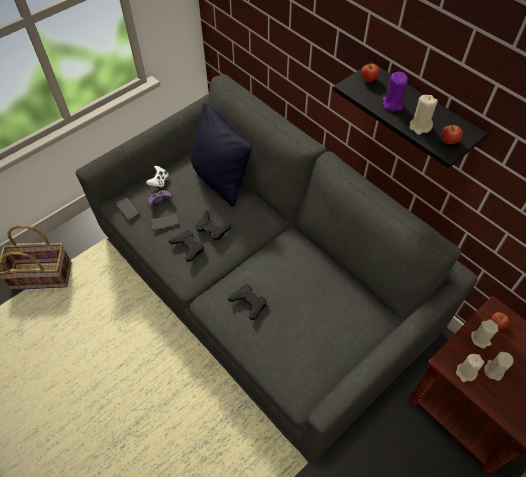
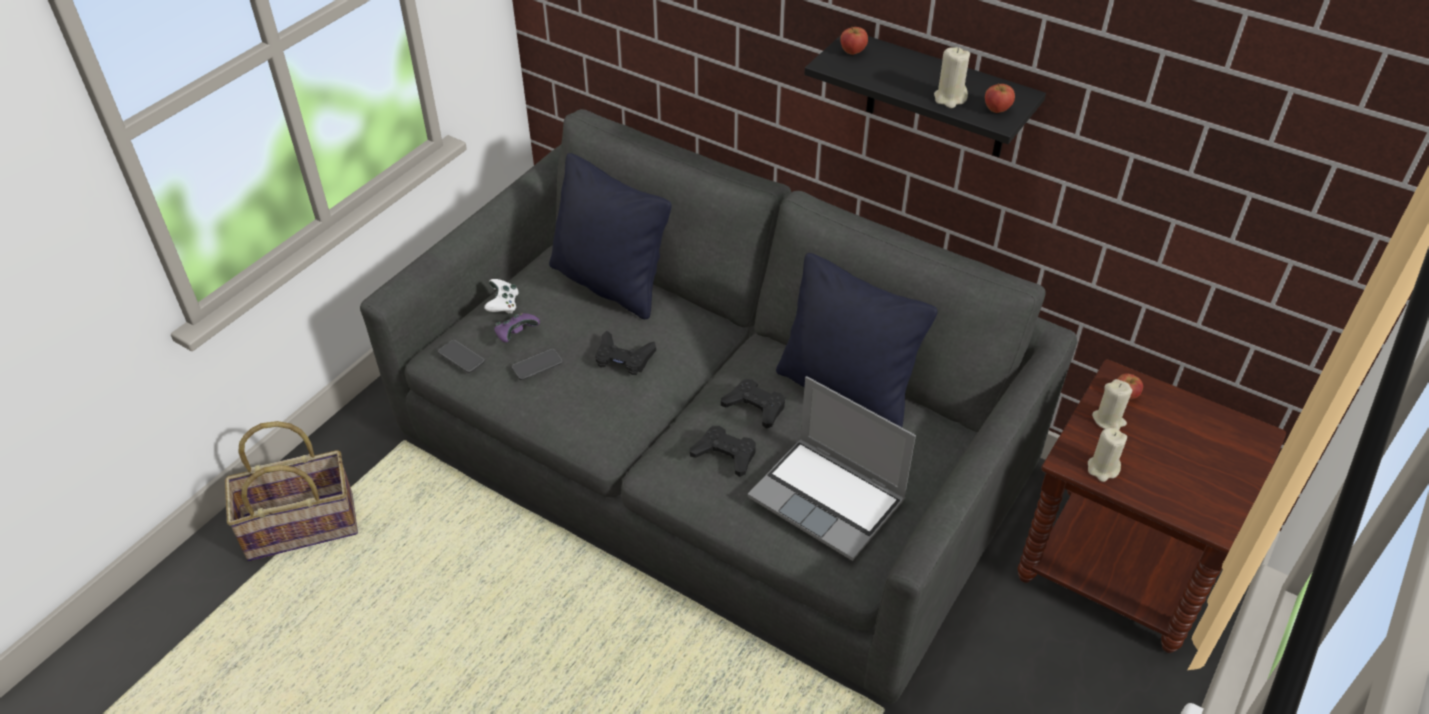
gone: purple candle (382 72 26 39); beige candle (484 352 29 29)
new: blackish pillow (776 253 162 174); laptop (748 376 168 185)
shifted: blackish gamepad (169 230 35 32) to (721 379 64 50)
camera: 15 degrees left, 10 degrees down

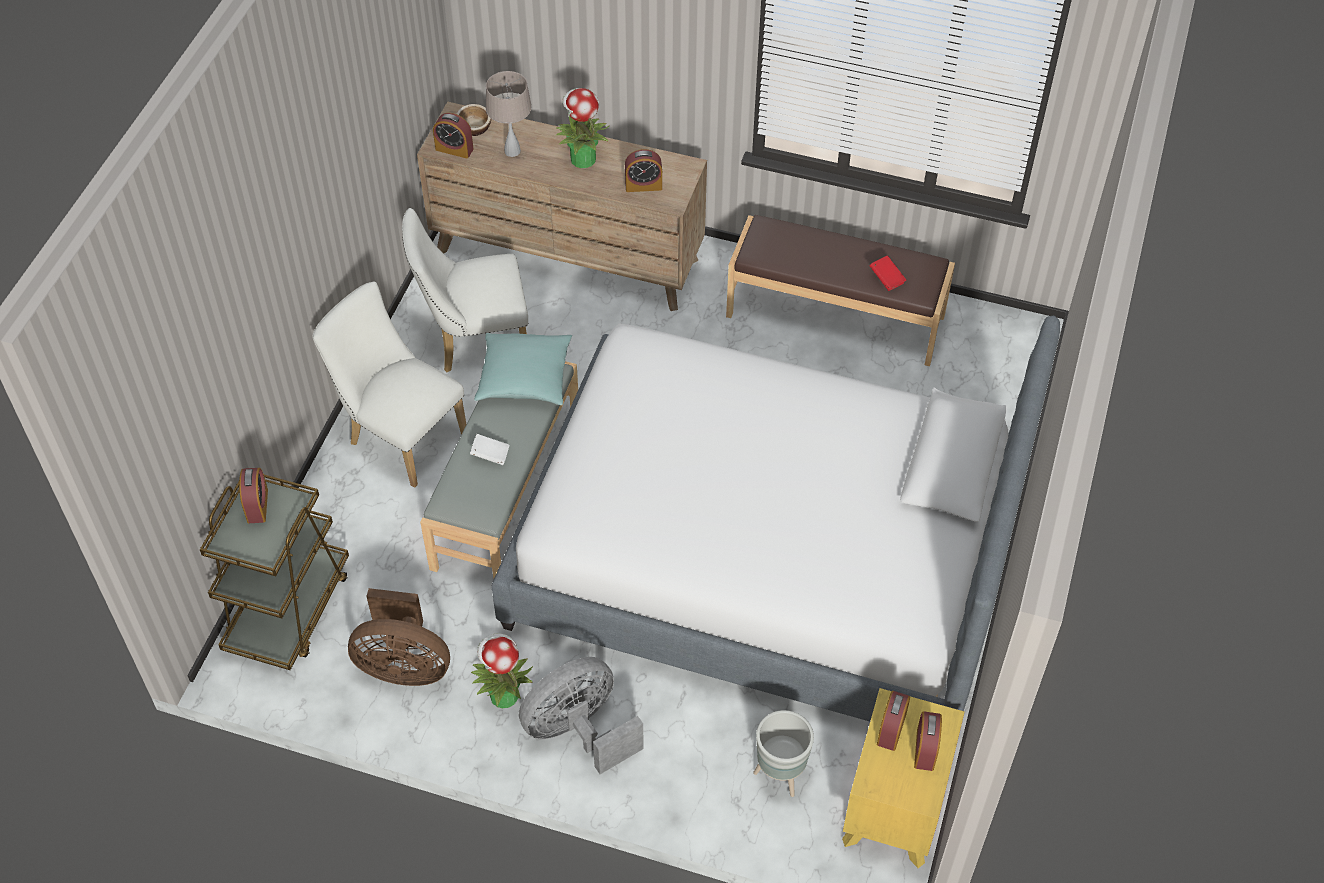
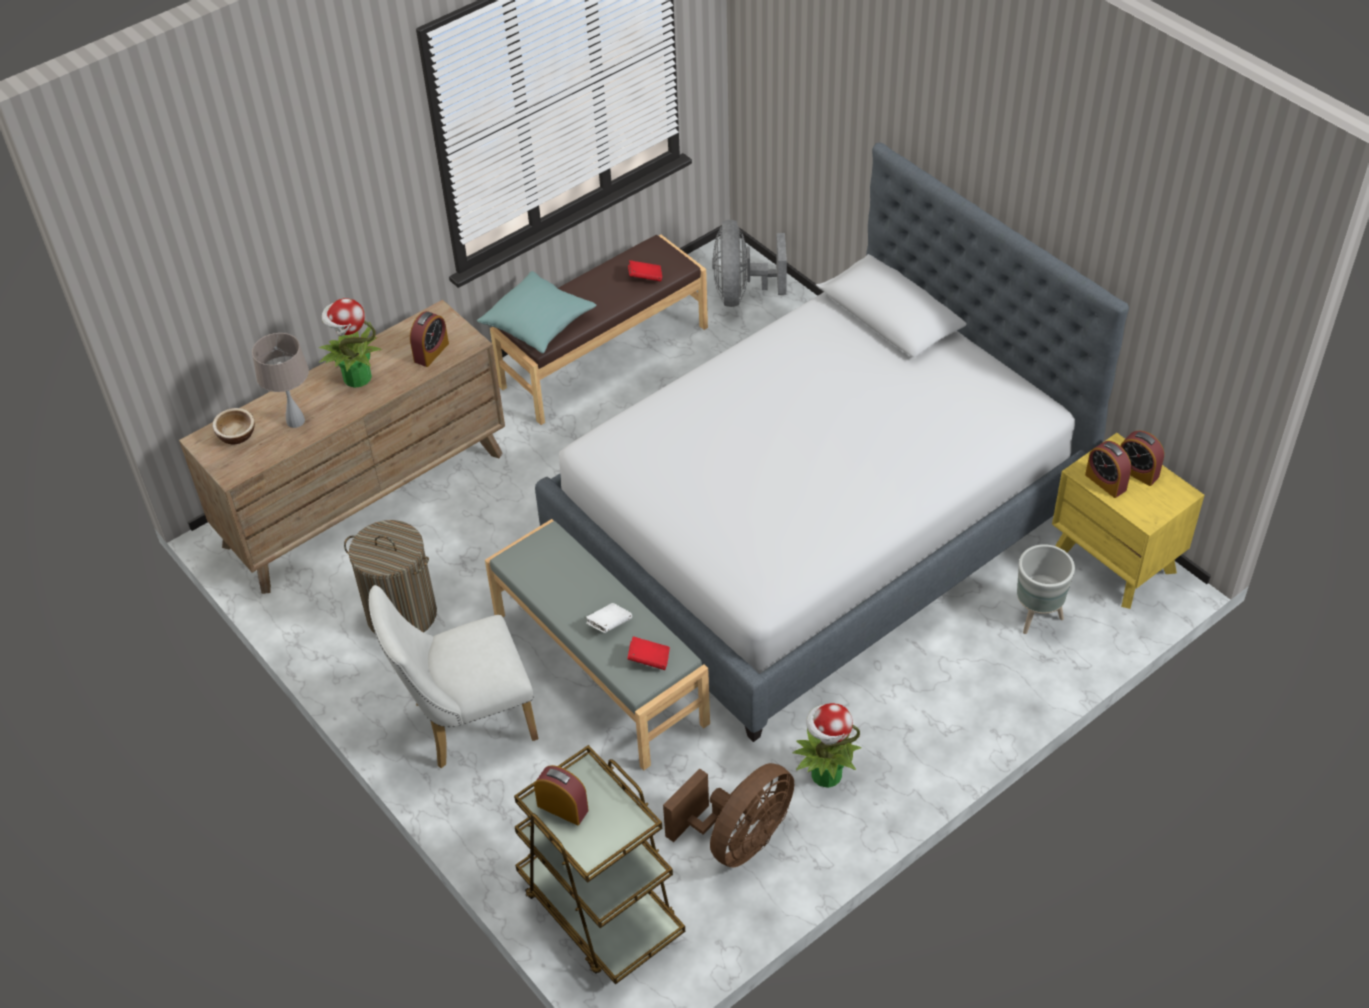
gone: table clock (433 113 40 46)
new: red-coloured book (627 636 43 34)
shifted: blue-green pillow (474 333 98 72) to (477 271 120 82); gray cooling fan (519 657 125 117) to (712 220 75 87)
swapped: white upright chair (402 208 126 164) to hamper (344 520 93 114)
camera: 55 degrees left, 5 degrees down

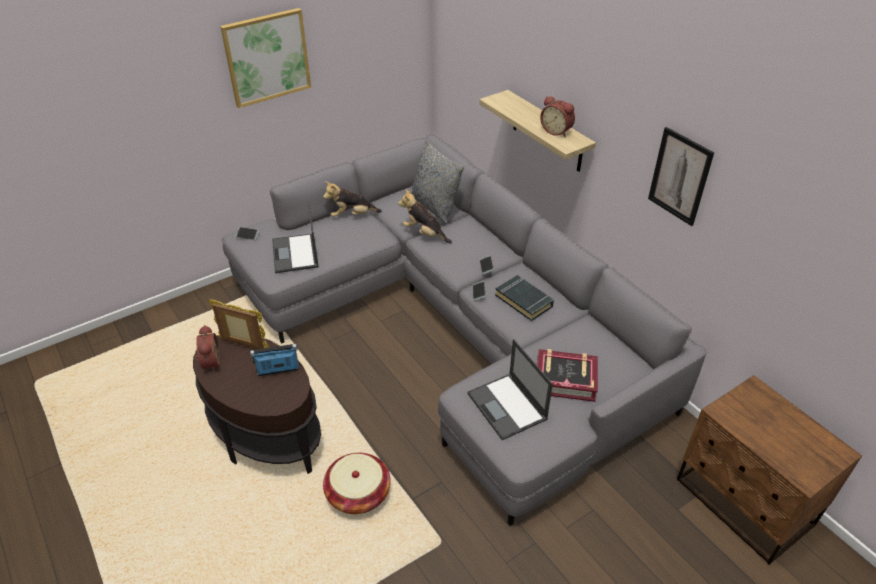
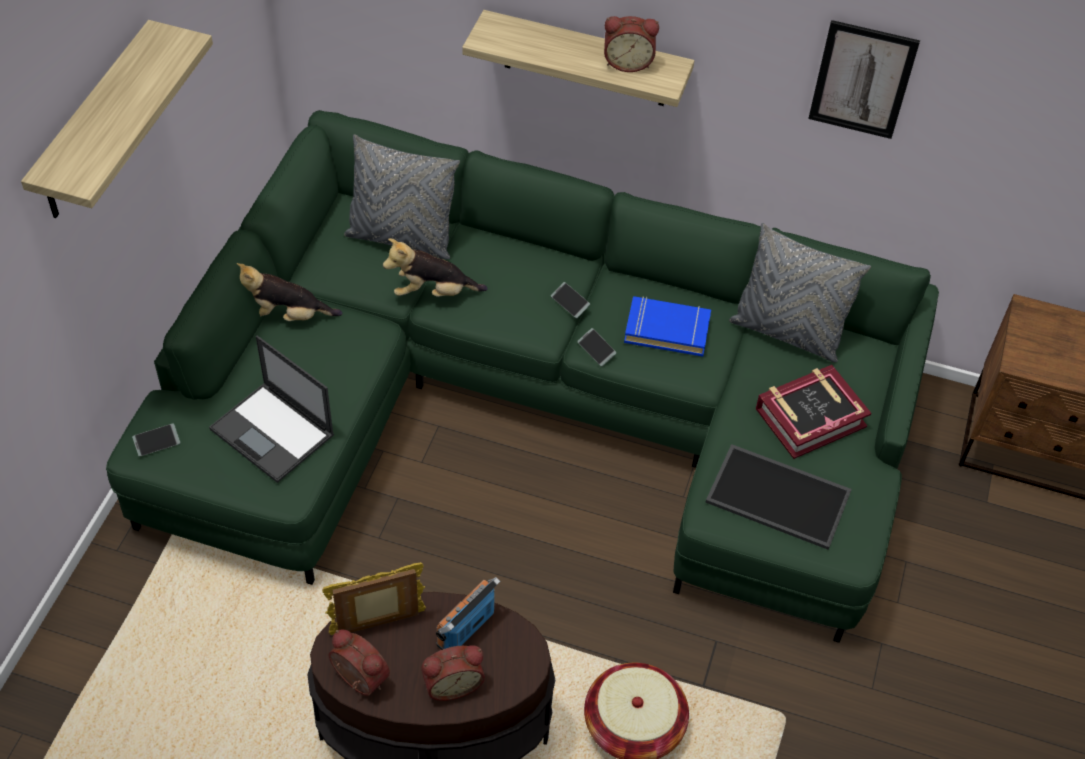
new: gray pillow (729 223 142 140); table clock (421 645 64 56)
swapped: picture (220 8 91 100) to bracket shelf (21 20 192 198); laptop (467 339 86 101) to carrying tray (706 444 146 106)
repainted: gray sofa (222 134 485 392) to greenish sofa (106 110 833 533); blackish book (495 275 59 46) to blue-coloured book (624 296 87 61)
rotated: plush toy (323 182 59 35) = (237 263 105 58) 45 degrees clockwise
camera: 40 degrees left, 10 degrees up

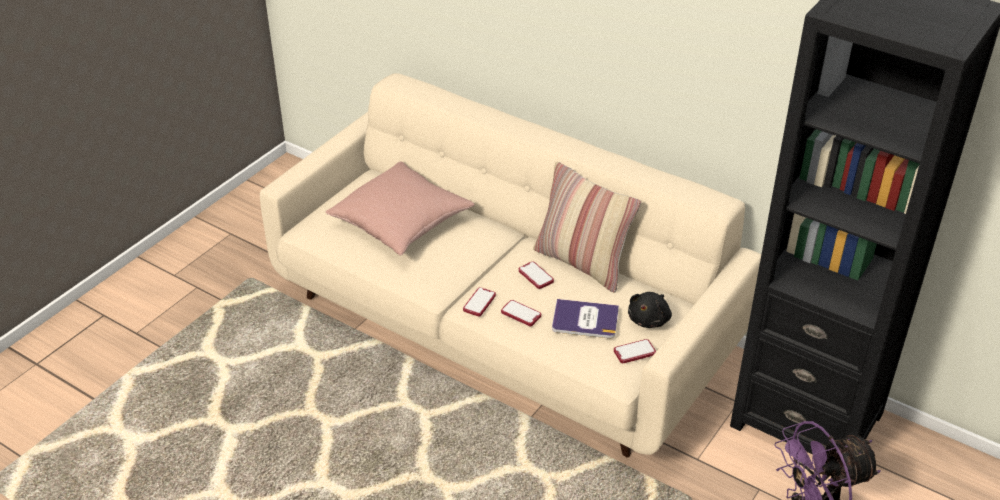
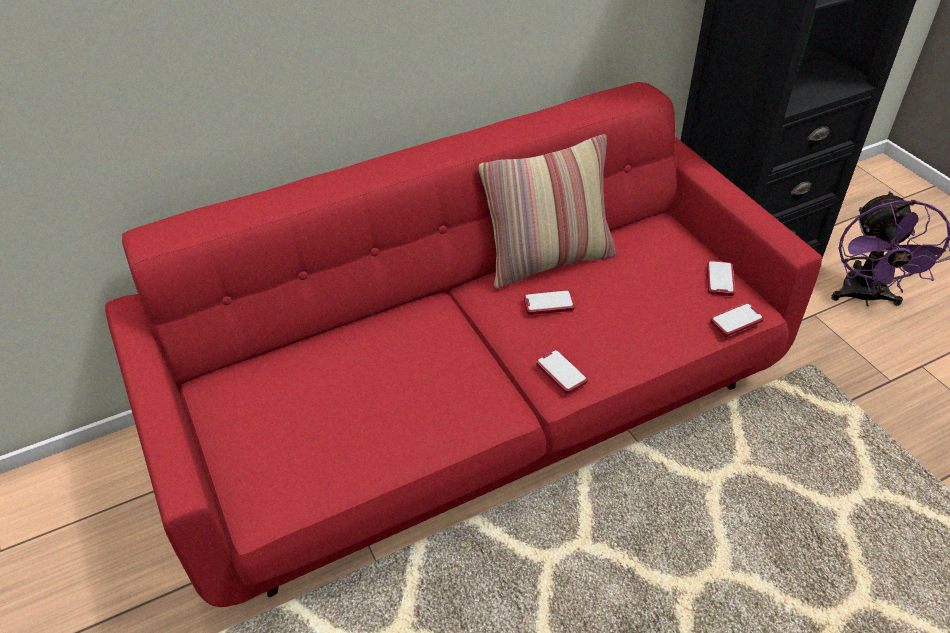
gone: pink-coloured pillow (325 161 150 95); blackish plush toy (628 292 44 36); book (552 299 67 39)
shifted: phone (501 300 40 26) to (710 303 54 34)
repainted: beige sofa (260 73 501 385) to red-coloured sofa (105 82 717 525)
camera: 60 degrees left, 5 degrees up

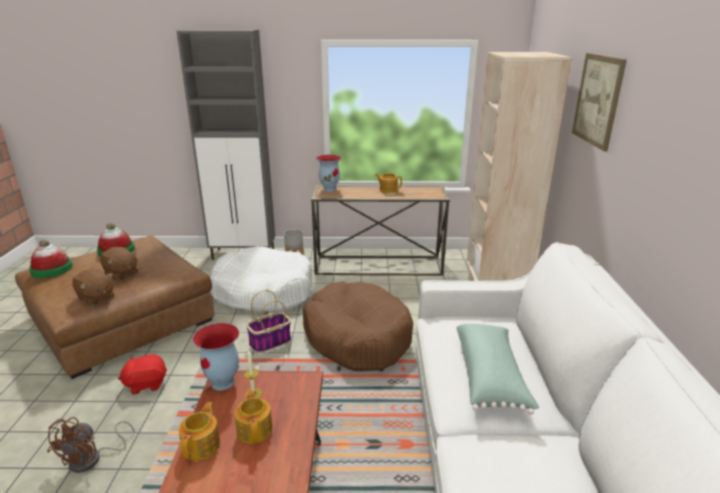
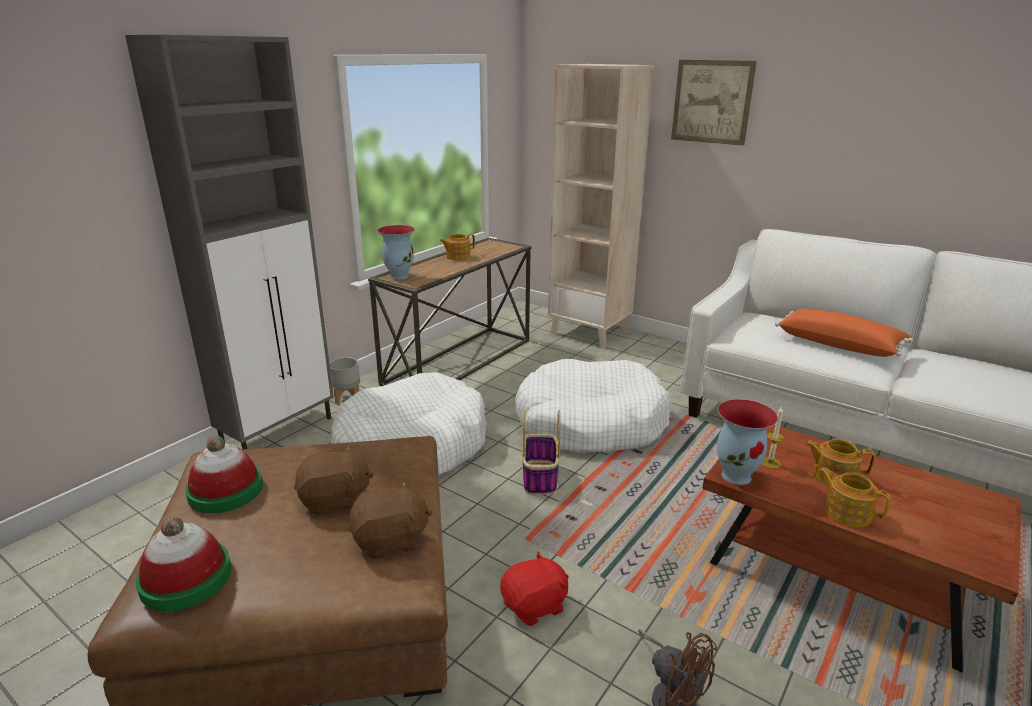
repainted: brown pet bed (303 281 110 90) to white pet bed (515 359 156 95); greenish pillow (456 324 83 90) to orangey pillow (775 308 138 49)
rotated: red-coloured plush toy (118 354 49 41) = (500 551 68 75) 135 degrees counterclockwise
camera: 55 degrees left, 0 degrees up

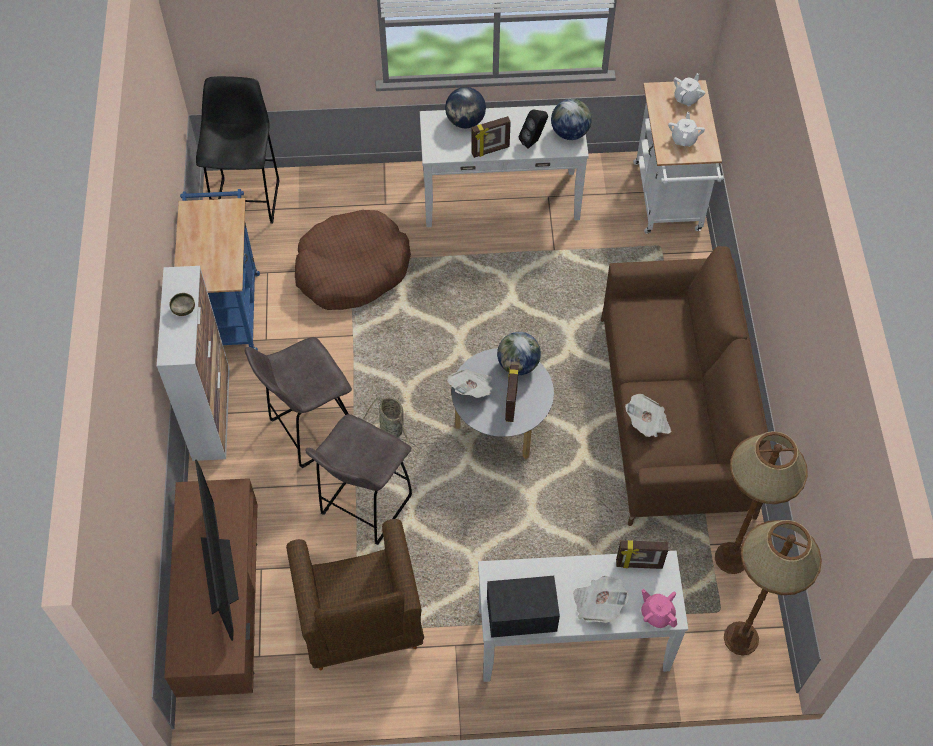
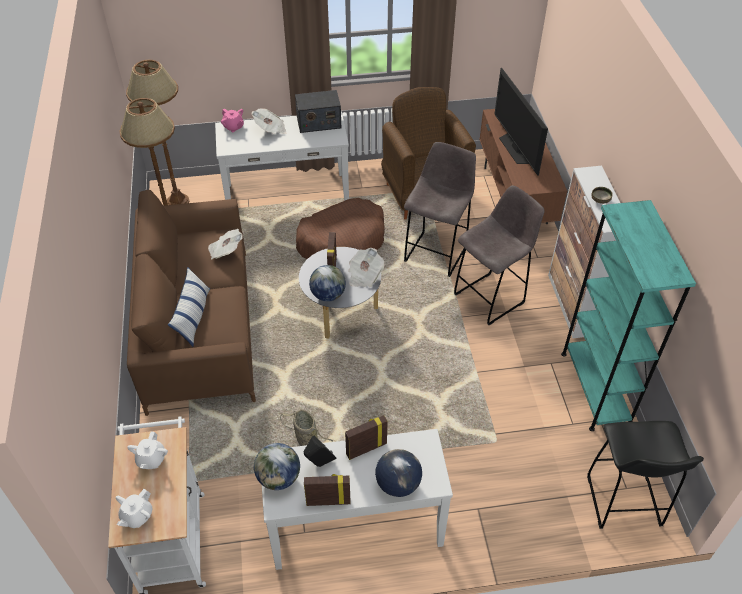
new: pillow (168 267 42 80)
shifted: brown pet bed (295 210 116 100) to (296 198 89 61); basket (363 397 57 57) to (280 409 53 37); picture frame (616 540 52 29) to (304 474 47 32)
swapped: blue-coloured wheeled cart (174 189 86 162) to blue-green bookcase (561 200 135 231)
camera: 175 degrees right, 10 degrees down

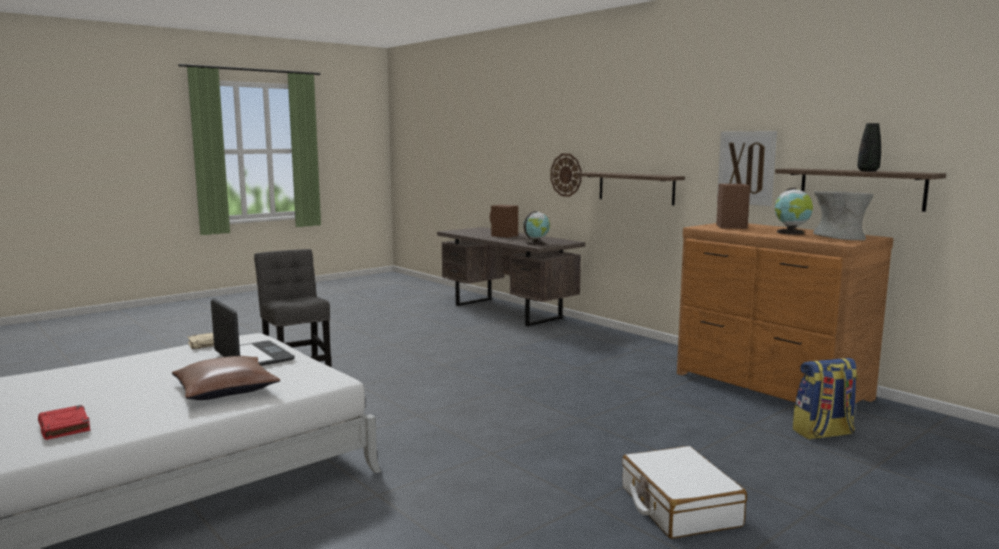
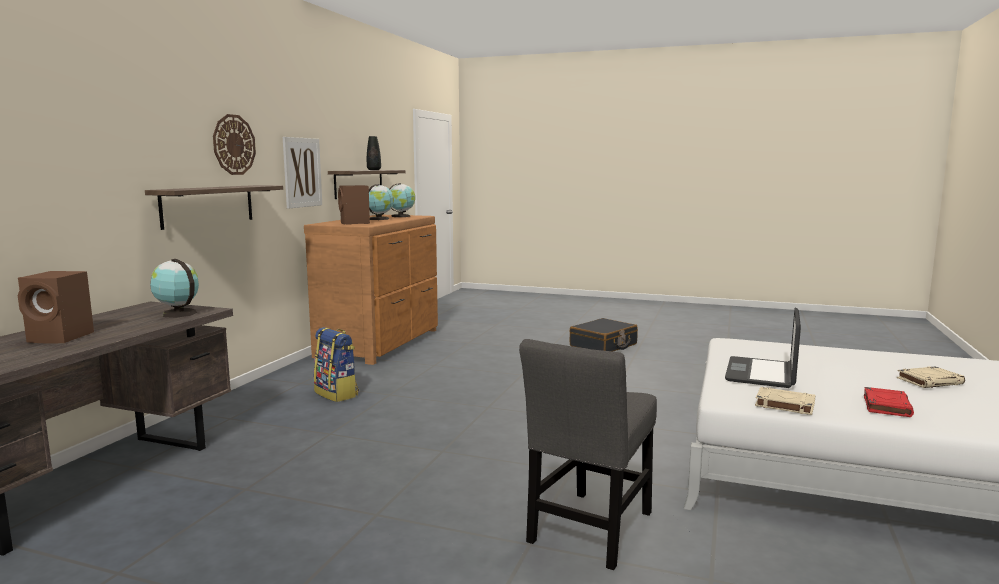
gone: brown pillow (172 356 108 44)
new: beige book (897 366 68 22)
shifted: clock on the wall (551 154 31 43) to (213 114 43 61); rucksack (793 358 65 82) to (313 327 46 75); red-coloured book (38 405 53 35) to (864 387 50 30)
swapped: gray flower vase (813 191 61 50) to desk globe (390 183 25 34)
repainted: white suitcase (622 446 125 93) to blackish suitcase (569 318 69 34)
camera: 120 degrees left, 0 degrees up

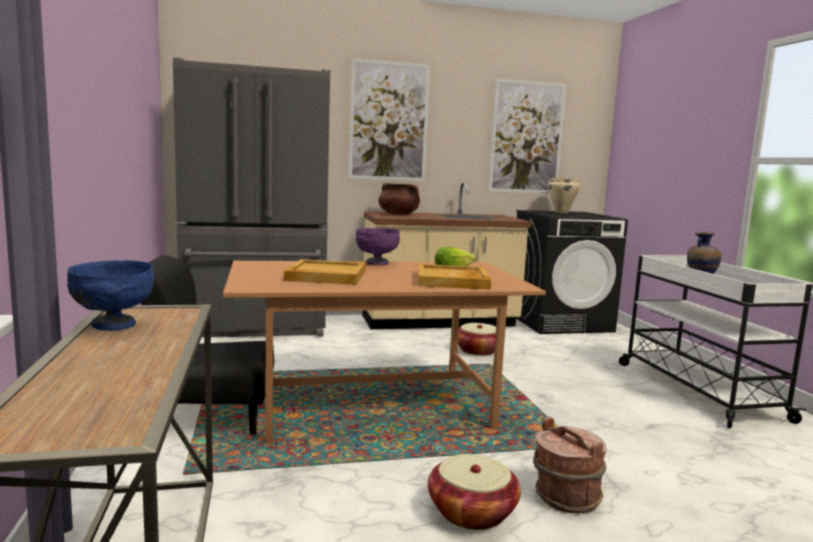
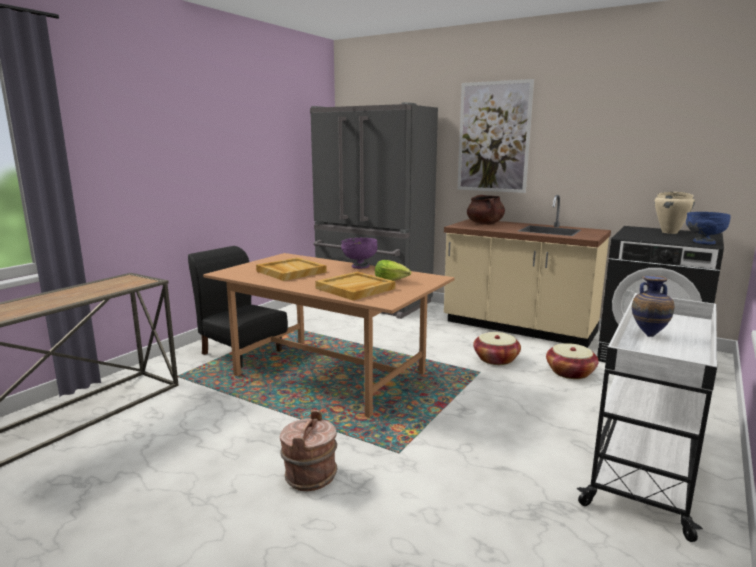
gone: picture (488 78 79 116)
shifted: blue-coloured bowl (67 260 87 71) to (686 212 45 32); basket (428 454 93 76) to (546 343 53 36)
camera: 45 degrees right, 5 degrees up

